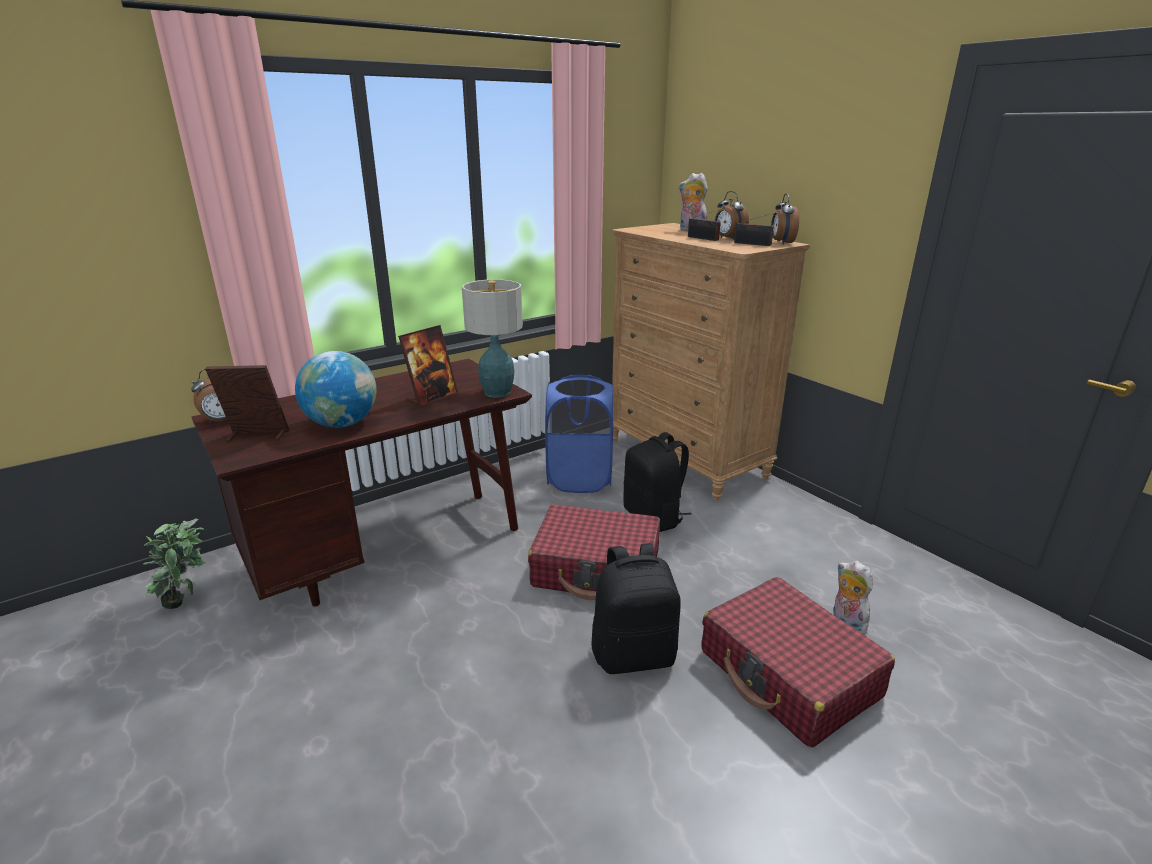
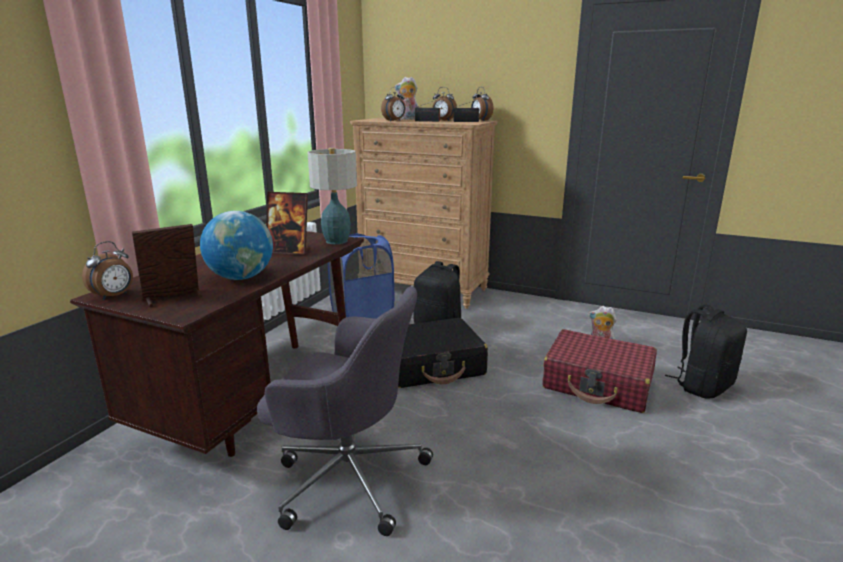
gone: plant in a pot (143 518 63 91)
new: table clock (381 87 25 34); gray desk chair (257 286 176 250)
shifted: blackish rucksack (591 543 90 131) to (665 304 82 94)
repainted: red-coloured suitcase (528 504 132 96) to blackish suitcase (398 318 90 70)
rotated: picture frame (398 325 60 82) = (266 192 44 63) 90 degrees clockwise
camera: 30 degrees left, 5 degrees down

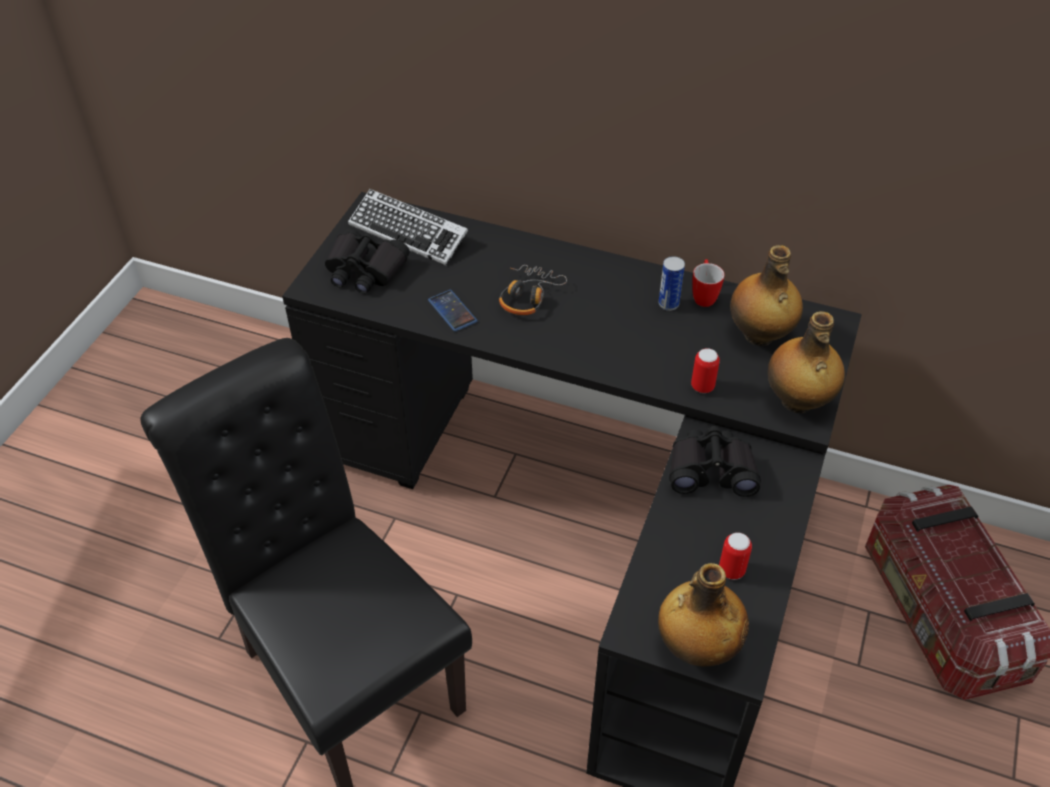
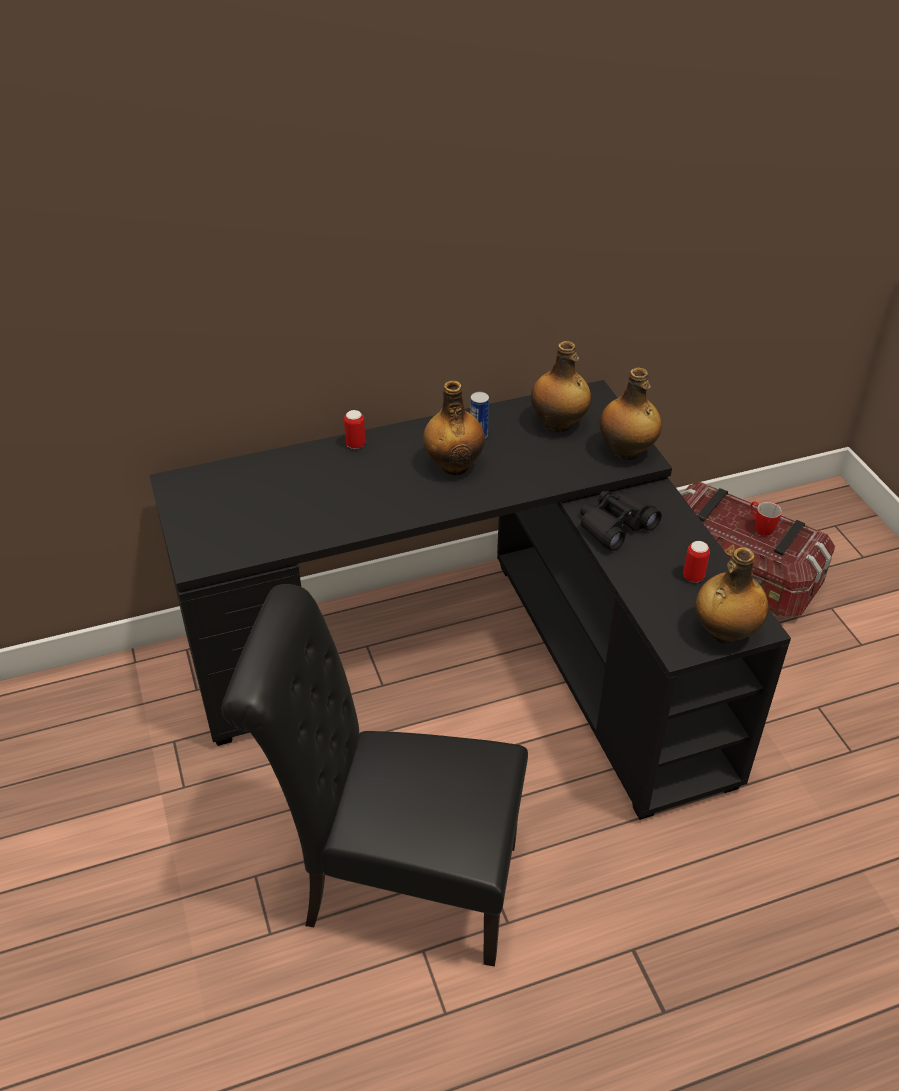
gone: computer keyboard (348 189 120 77); blackish pair of binoculars (325 228 84 66); headset (499 265 68 50); phone (428 290 50 41)
new: beverage bottle (423 381 62 94)
shifted: coffee mug (692 259 33 48) to (750 501 32 35); metal can (691 348 29 45) to (344 410 21 39)
camera: 40 degrees left, 5 degrees down

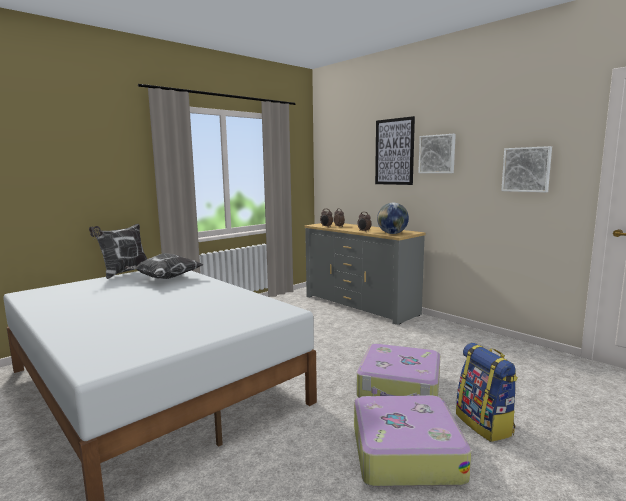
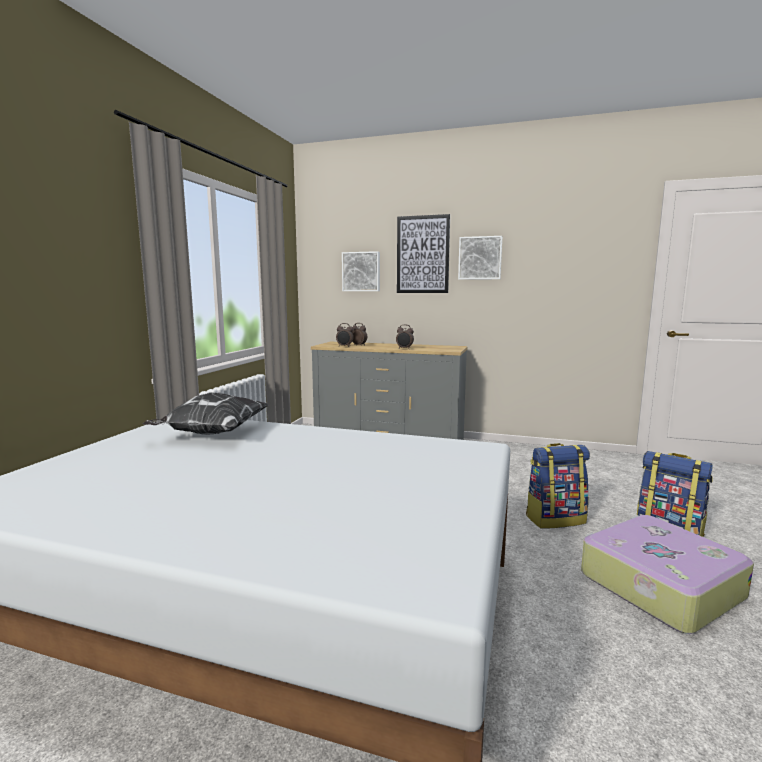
gone: desk globe (377 203 32 31); pillow (89 224 58 55)
shifted: picture (501 146 51 46) to (342 251 38 40)
swapped: suitcase (357 344 83 54) to rucksack (526 443 64 86)
camera: 30 degrees left, 0 degrees up

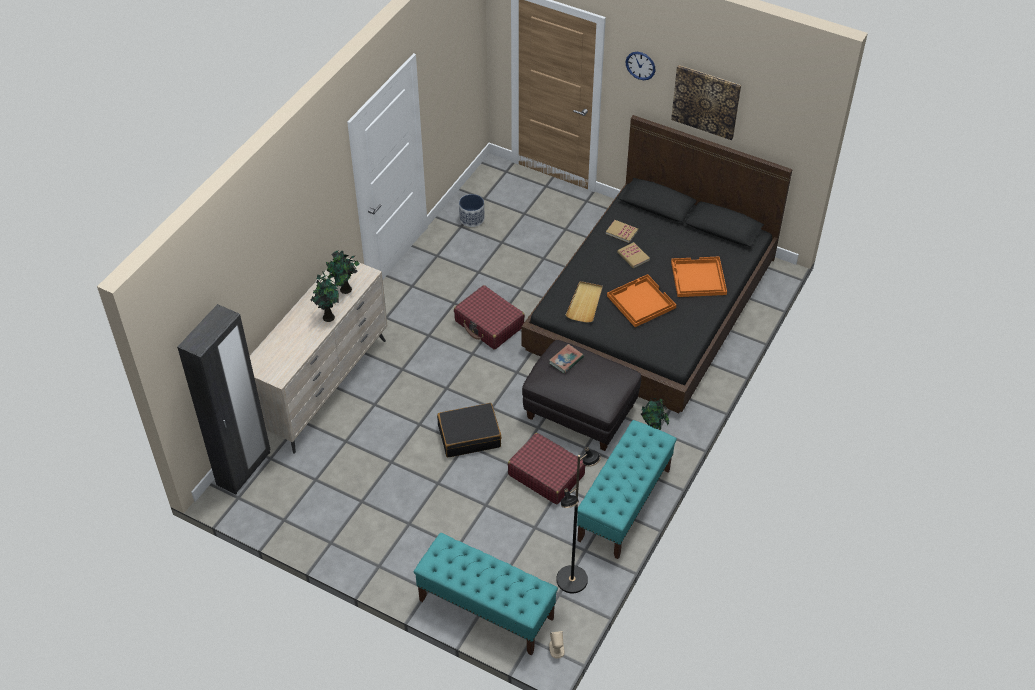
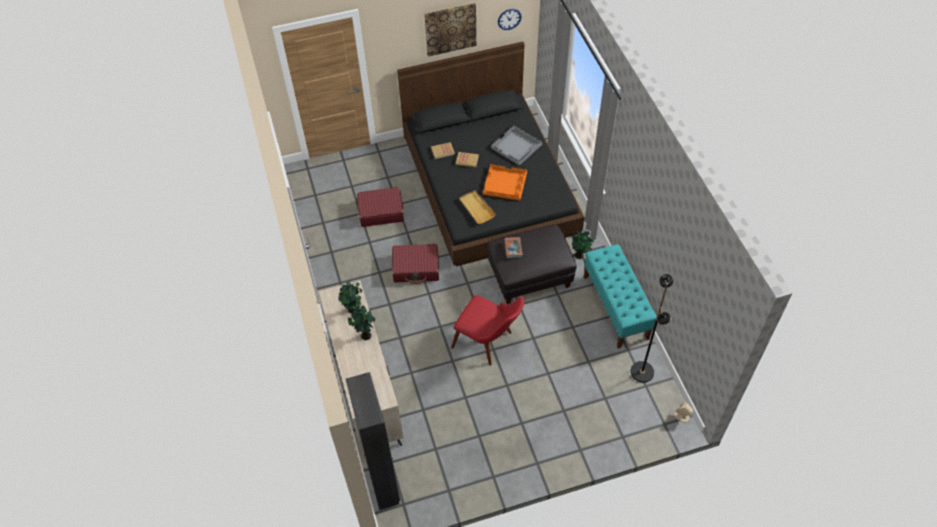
gone: plant pot (459 194 26 33); blue-green bench (414 533 144 123)
shifted: clock on the wall (625 52 31 28) to (498 9 24 21); red-coloured suitcase (508 433 77 71) to (357 187 47 40)
swapped: blackish suitcase (437 403 64 54) to red-coloured upright chair (451 295 73 71)
repainted: orangey carrying tray (671 256 56 41) to gray carrying tray (491 126 51 40)
camera: 45 degrees left, 5 degrees up

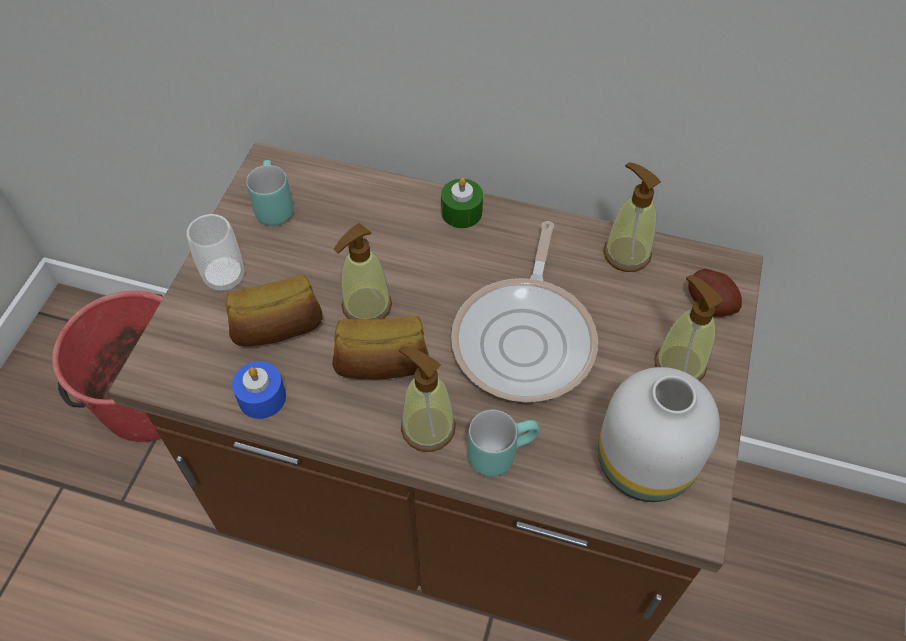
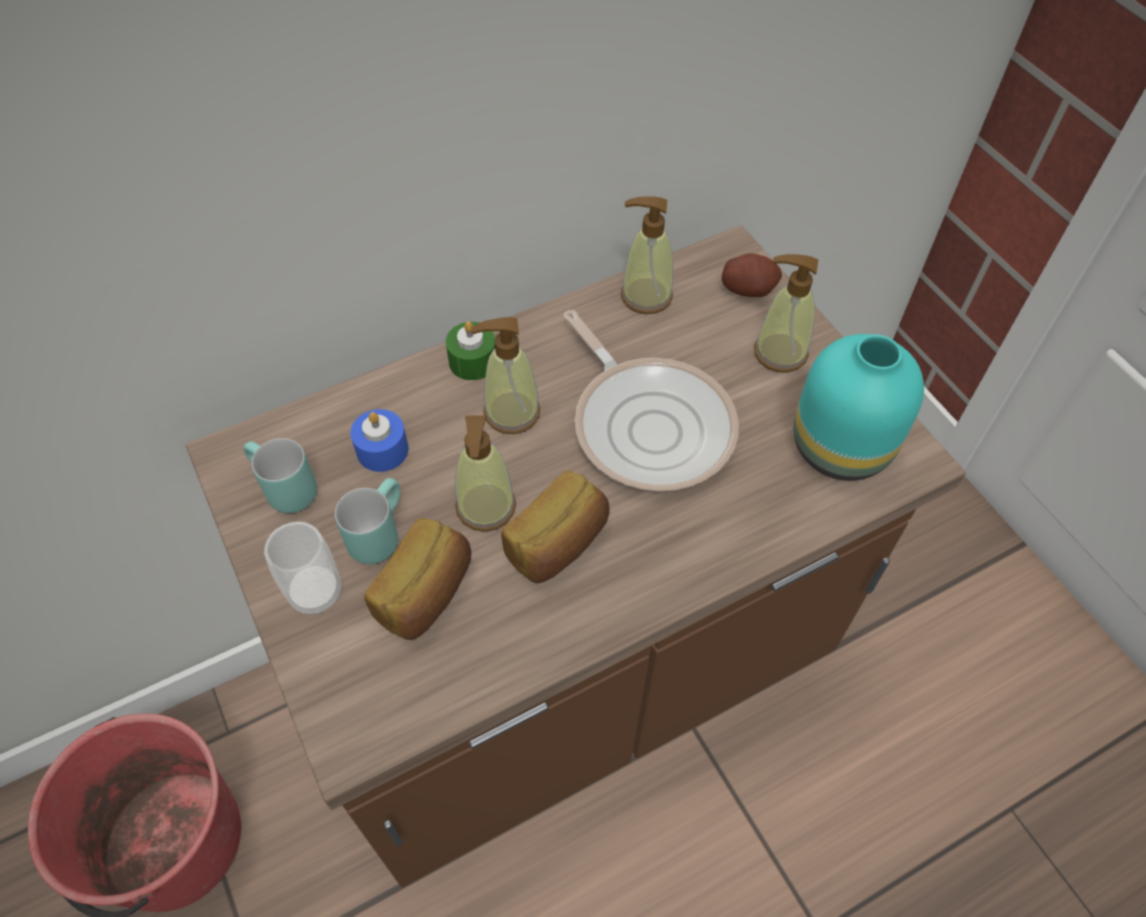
shifted: soap bottle (399 346 57 106) to (472 317 68 117); blue-coloured candle (232 361 54 58) to (350 409 58 63); blue-green coffee mug (468 410 72 67) to (335 478 65 86)
repainted: white flower vase (598 367 122 135) to blue-green flower vase (793 334 131 147)
camera: 45 degrees left, 0 degrees up

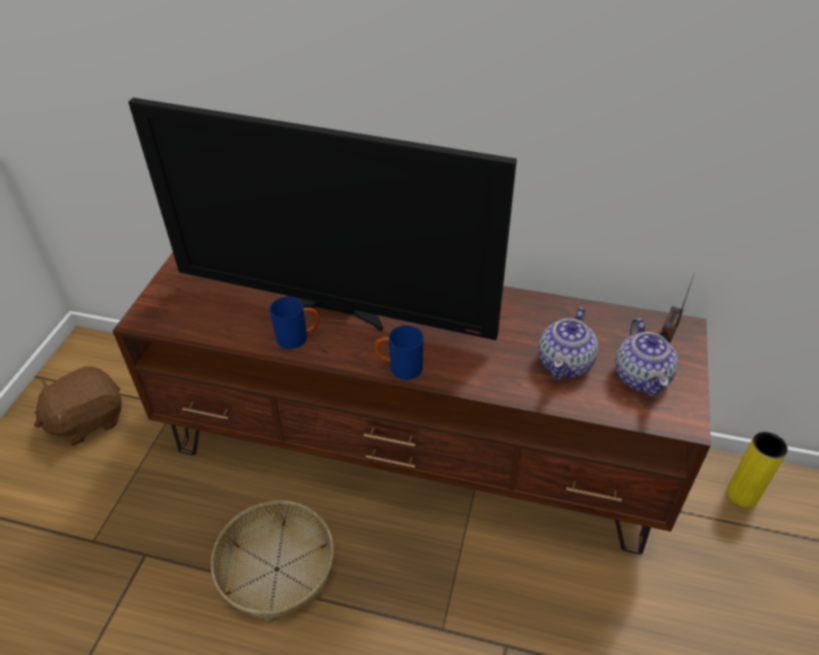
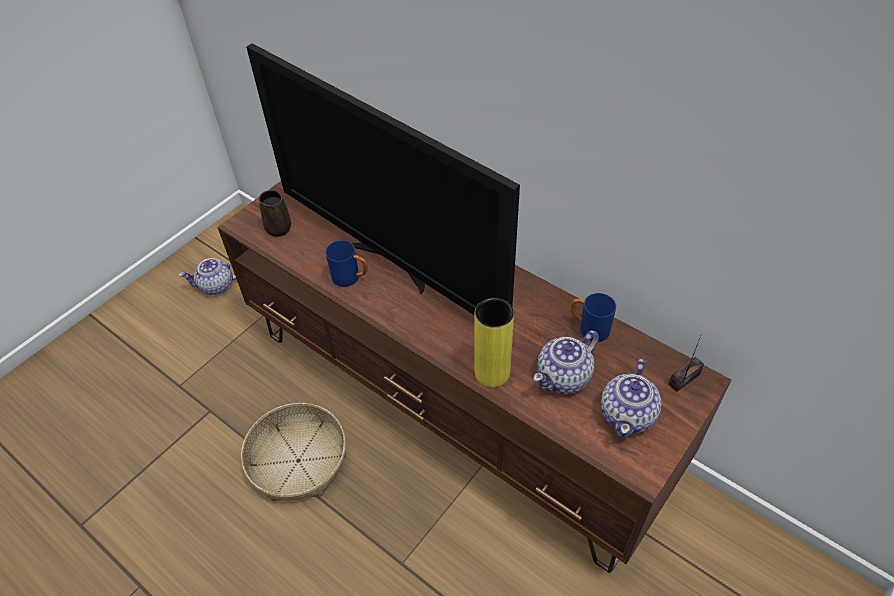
new: brown coffee mug (258 190 33 47)
shifted: blue-coloured coffee mug (375 325 48 55) to (571 293 45 49); yellowish flower vase (727 432 61 75) to (474 298 40 89)
swapped: brown plush toy (34 366 88 80) to teapot (179 258 57 37)
camera: 25 degrees right, 5 degrees up

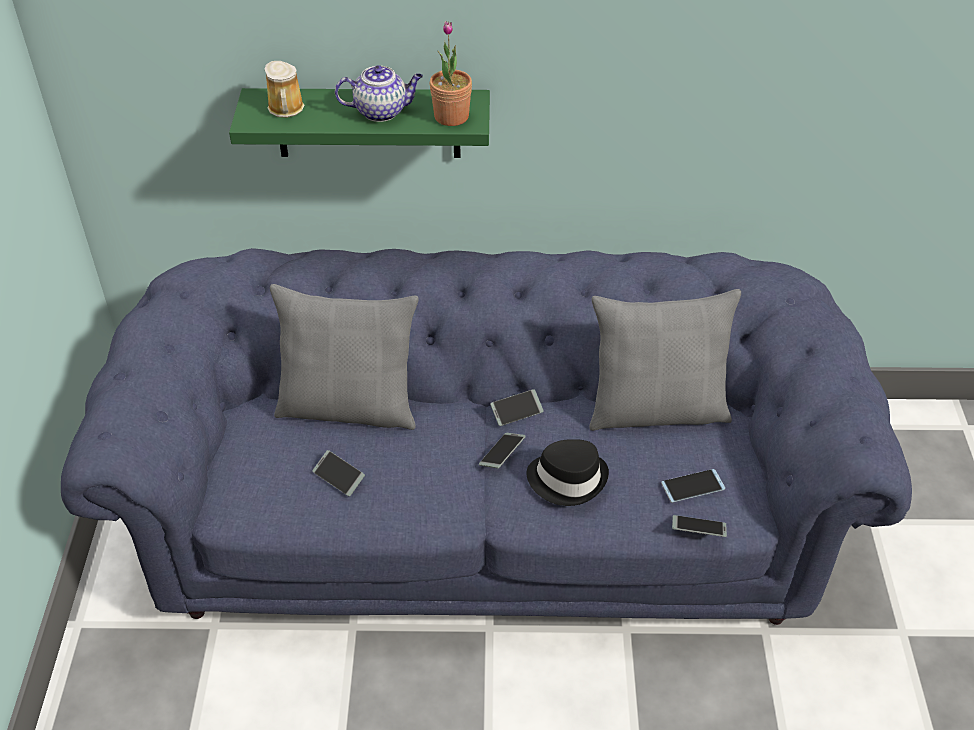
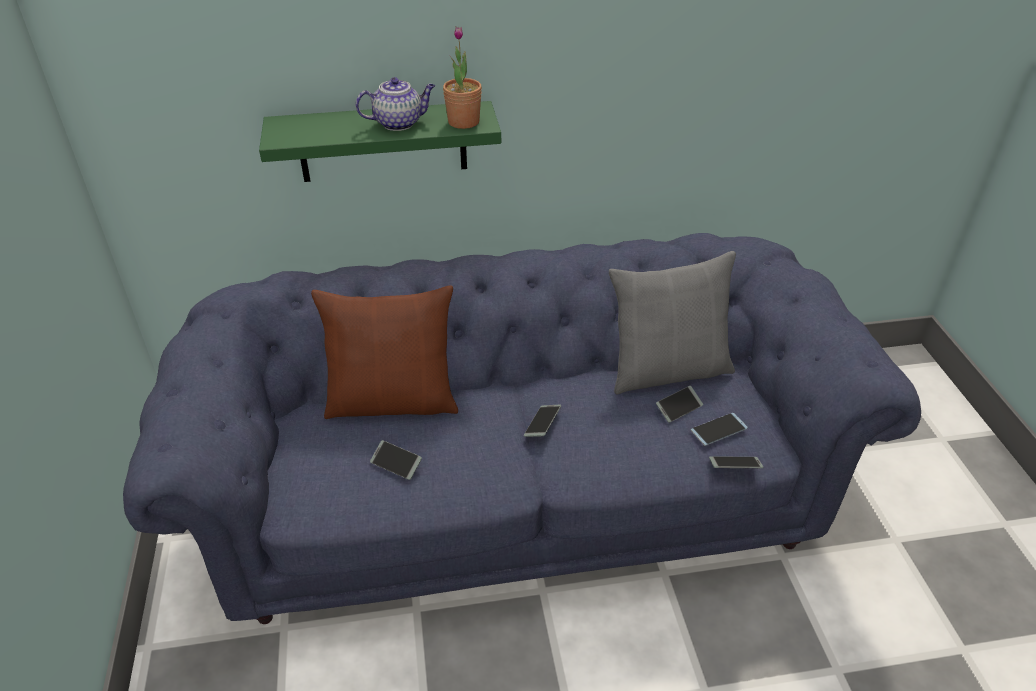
gone: coffee mug (264 61 40 57); blackish wearable hat (526 439 83 67)
shifted: phone (490 389 54 37) to (656 386 47 37)
repainted: gray pillow (270 284 149 146) to brown pillow (311 285 147 134)
camera: 10 degrees left, 5 degrees down

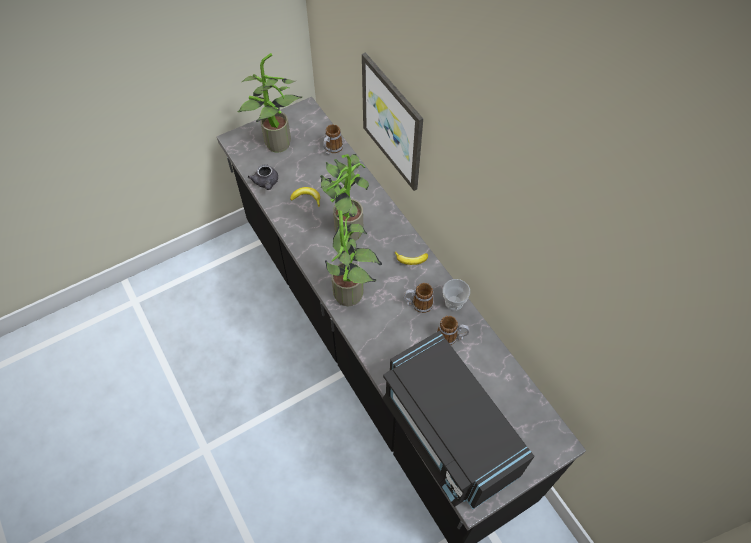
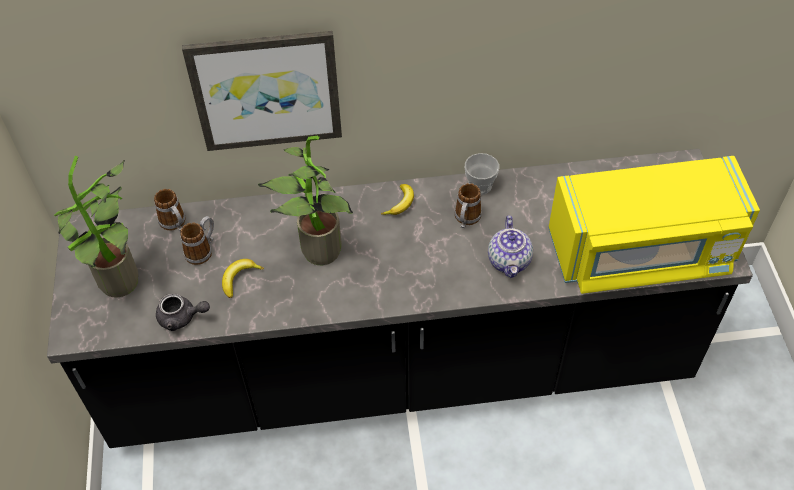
gone: plant in a pot (325 202 57 104)
new: teapot (488 216 45 62)
shifted: coffee mug (437 316 33 29) to (180 216 34 49)
repainted: blackish microwave (383 331 152 178) to yellowish microwave (549 156 211 138)
camera: 65 degrees left, 5 degrees down

